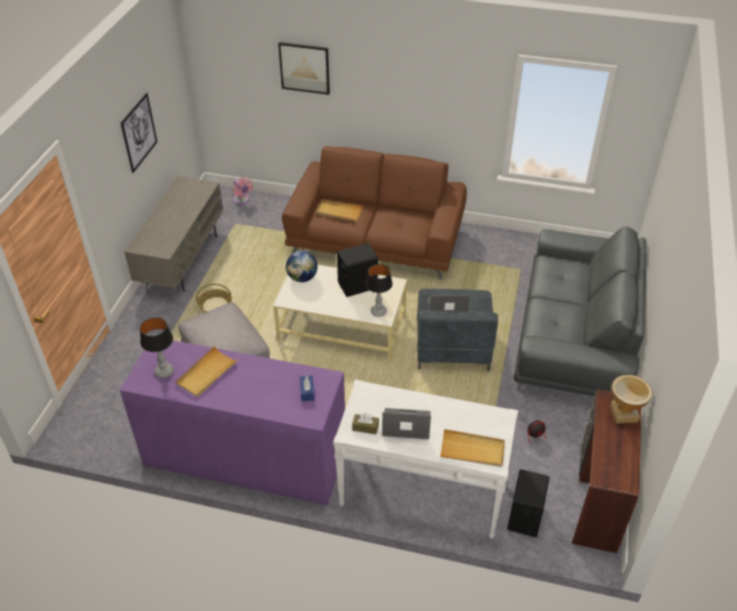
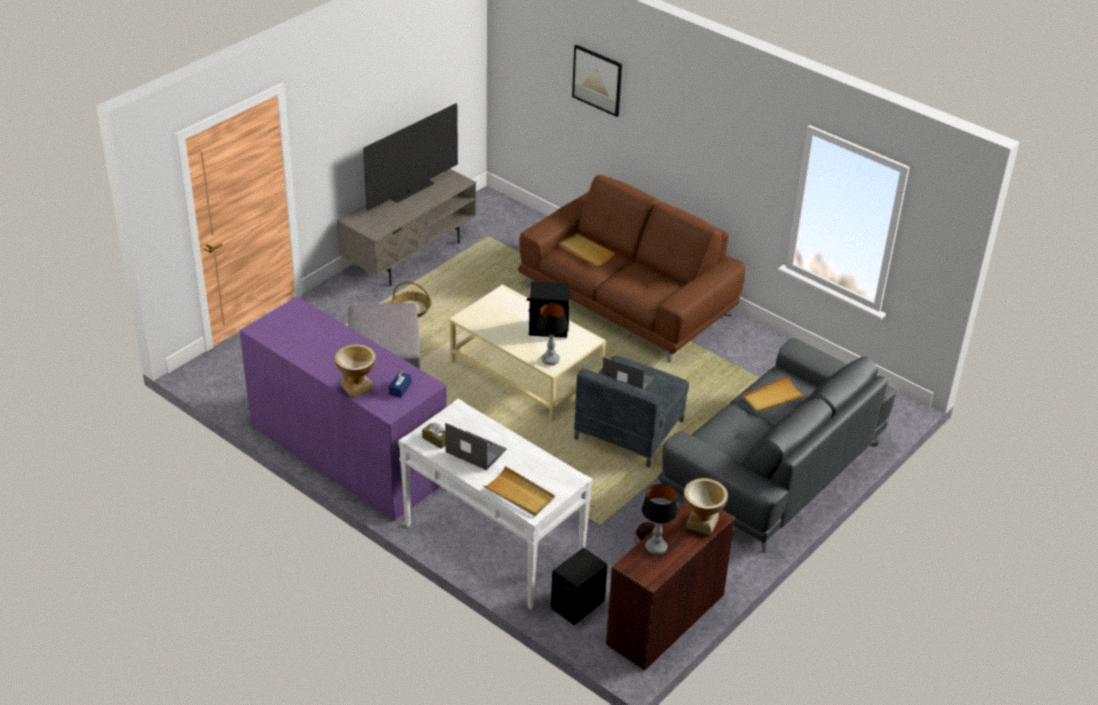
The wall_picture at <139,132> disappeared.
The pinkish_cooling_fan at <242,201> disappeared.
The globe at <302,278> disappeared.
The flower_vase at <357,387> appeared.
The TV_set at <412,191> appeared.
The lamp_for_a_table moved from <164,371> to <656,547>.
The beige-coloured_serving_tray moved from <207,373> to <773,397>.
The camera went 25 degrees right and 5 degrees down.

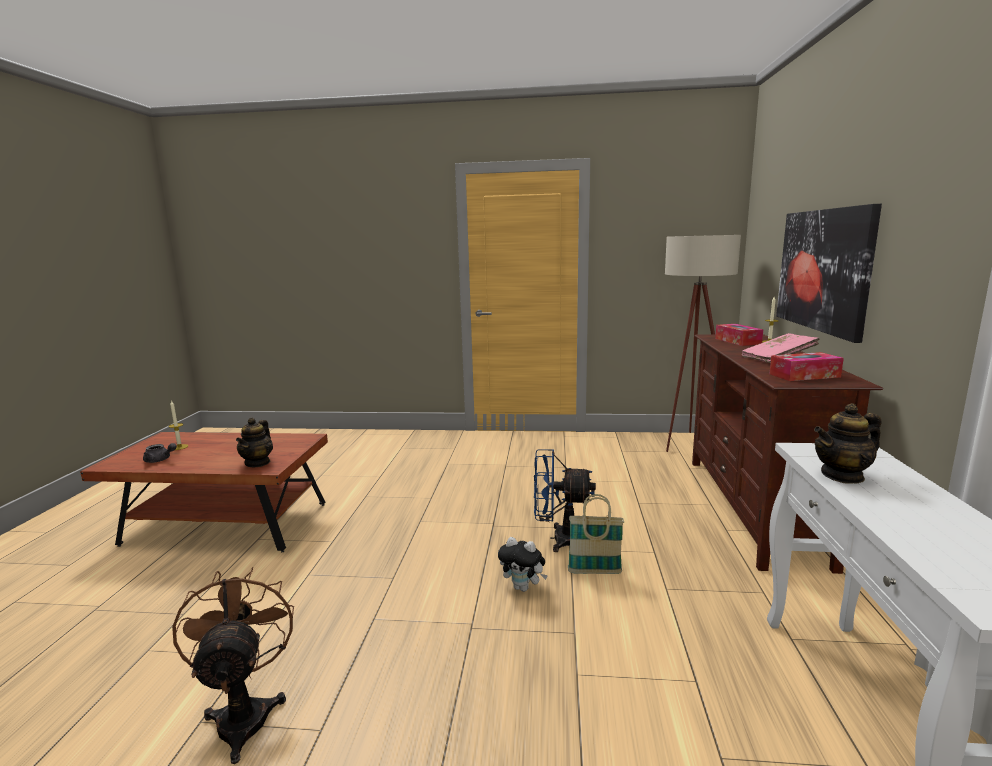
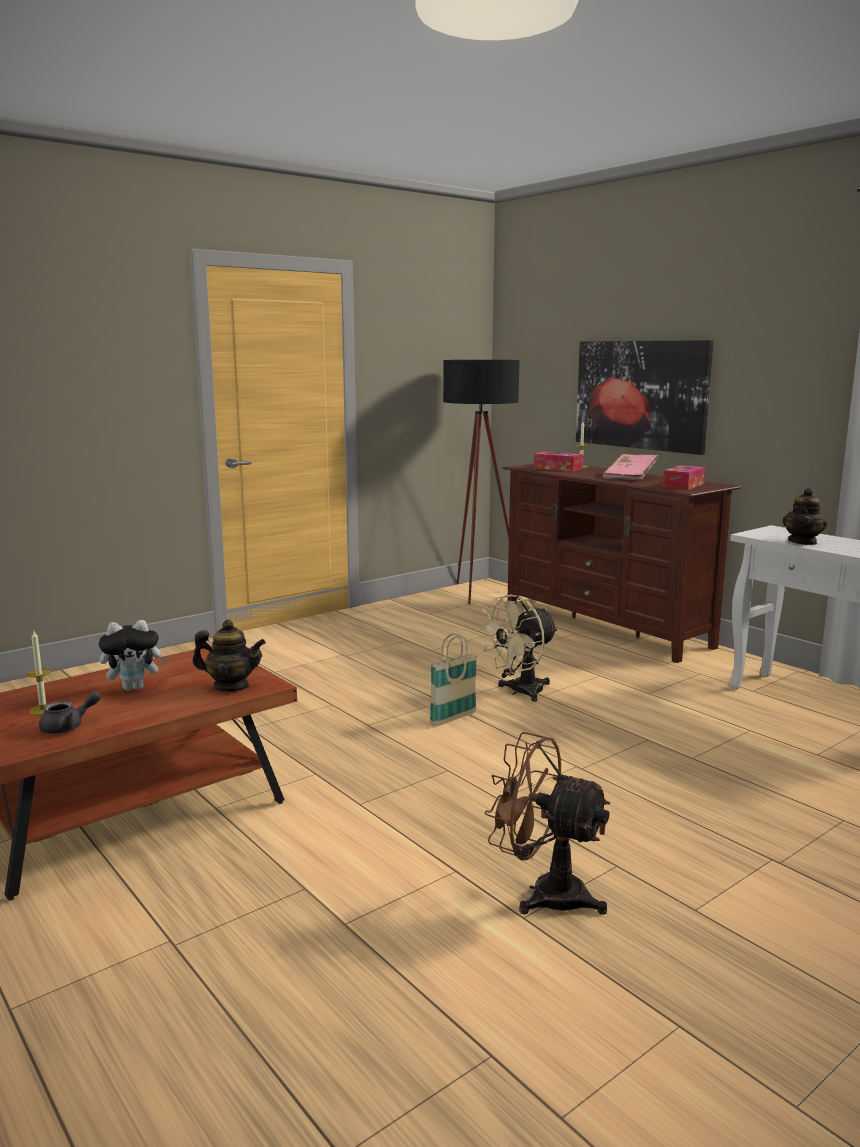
The cuddly_toy moved from <523,588> to <135,687>.
The storage_basket moved from <594,572> to <453,718>.
The blue_cooling_fan at <559,539> became the beige-coloured_cooling_fan at <520,692>.
The beige-coloured_standing_lamp at <690,446> became the blackish_standing_lamp at <478,595>.
The teapot at <258,463> turned 45 degrees counterclockwise.
The camera went 45 degrees left and 0 degrees up.

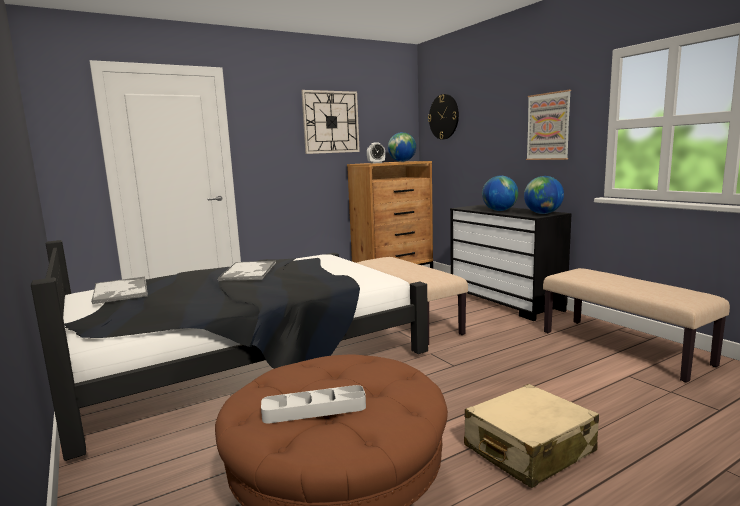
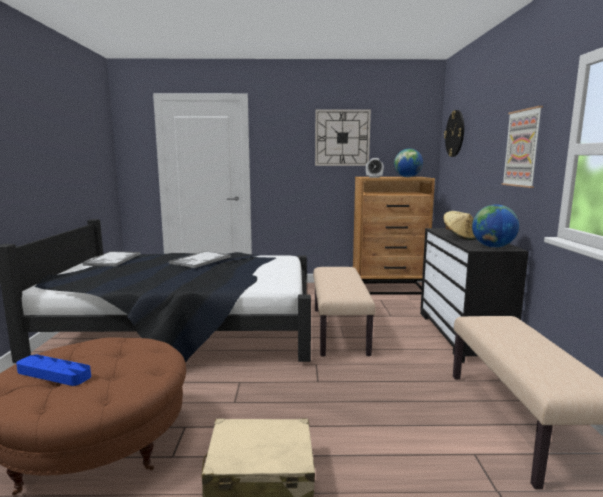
The globe at <499,211> was replaced by the beige-coloured_clothing_hat at <460,237>.
The gray_serving_tray at <314,409> became the blue_serving_tray at <54,374>.
The camera went 30 degrees right and 0 degrees up.

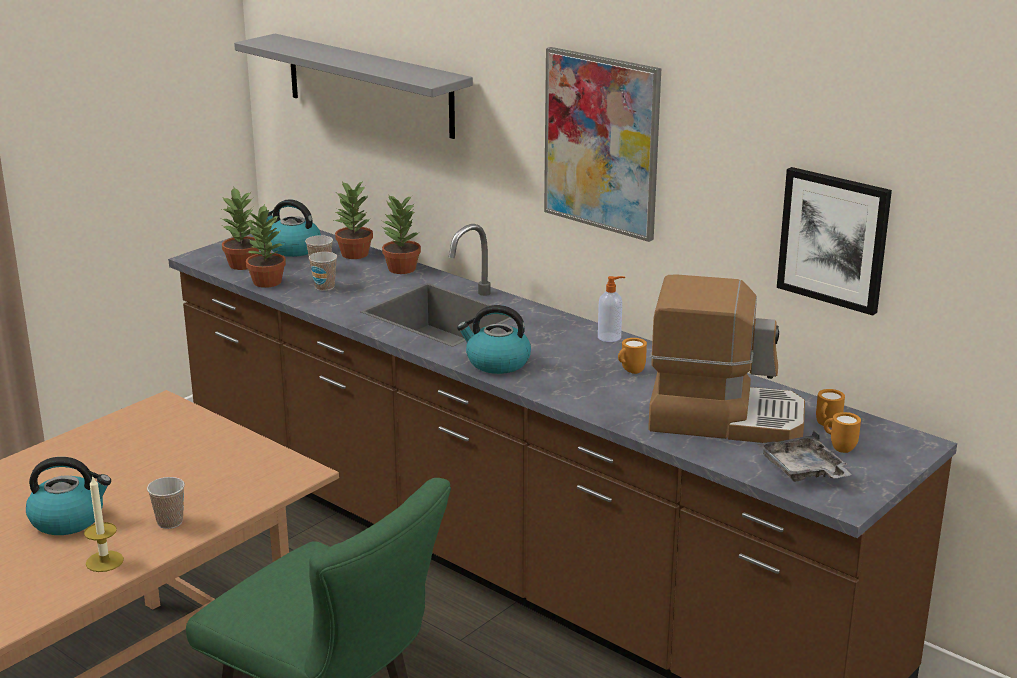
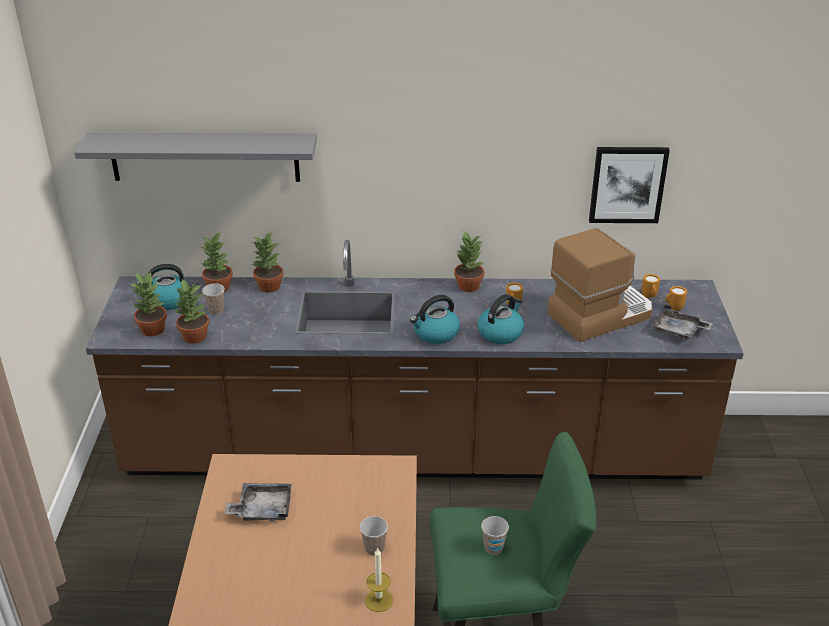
The wall_picture at <602,143> disappeared.
The gray_serving_tray at <262,509> appeared.
The tea_kettle moved from <68,519> to <500,333>.
The drinking_cup moved from <324,287> to <493,548>.
The soap_bottle at <610,337> was replaced by the houseplant at <468,286>.
The camera went 40 degrees left and 10 degrees up.

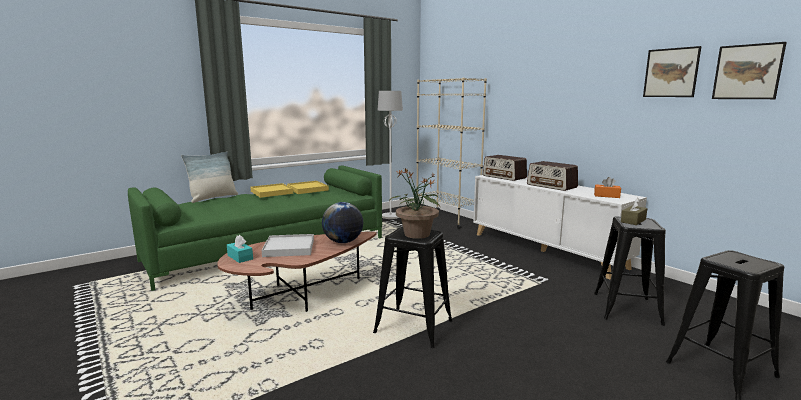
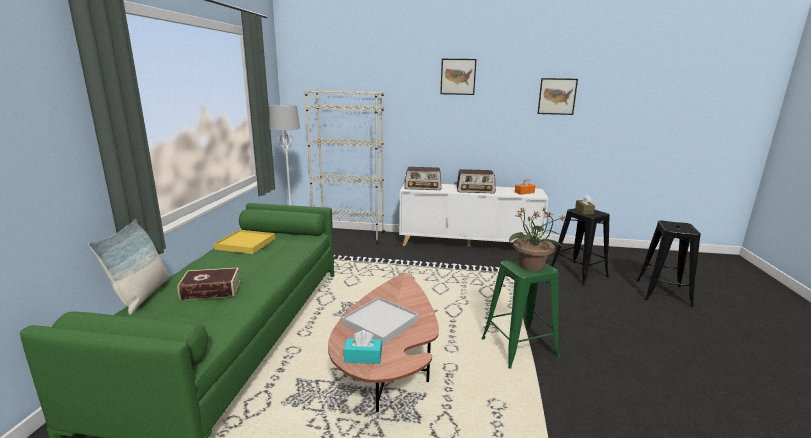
The yellow_serving_tray at <272,192> disappeared.
The globe at <343,242> disappeared.
The volume at <211,290> appeared.
The wall_picture moved from <747,72> to <458,76>.
The blackish_stool_seat at <414,327> became the green_stool_seat at <519,347>.
The camera went 45 degrees left and 5 degrees up.

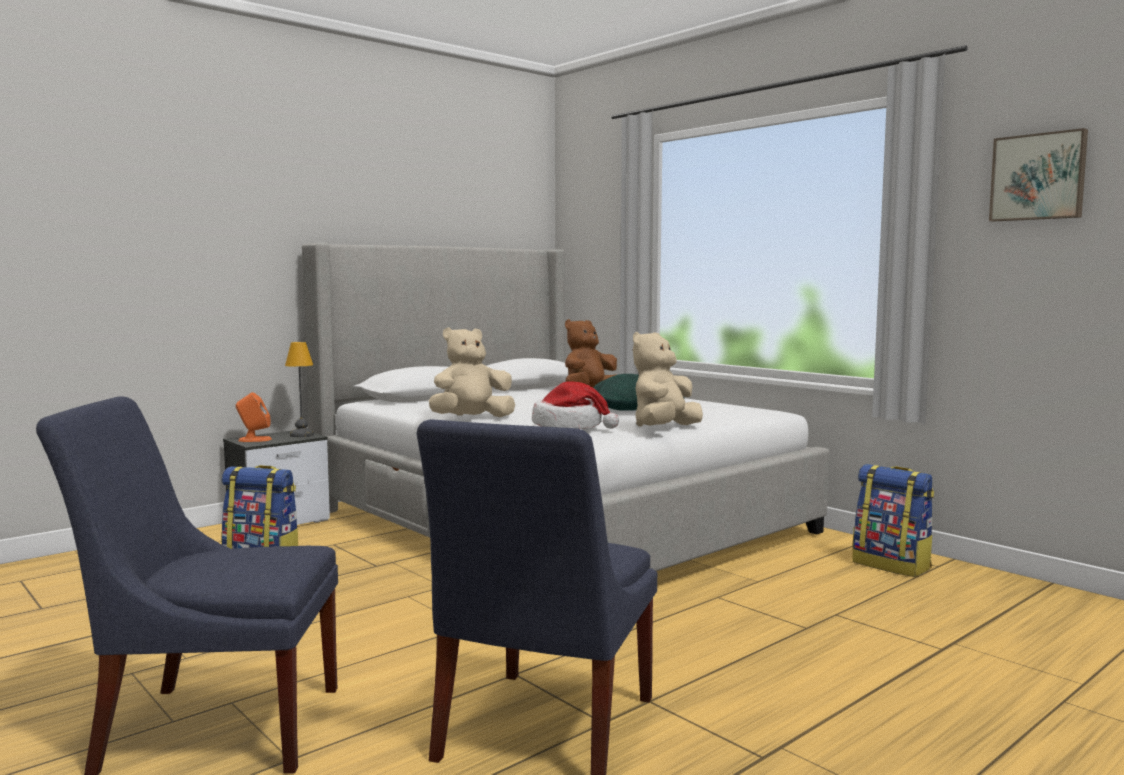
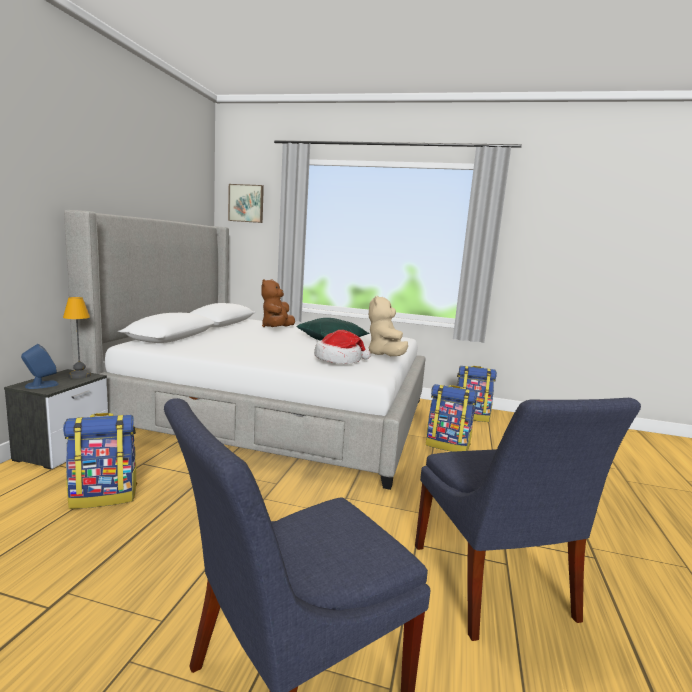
The beige-coloured_cuddly_toy at <471,419> disappeared.
The knapsack at <448,445> appeared.
The wall_picture moved from <1038,177> to <246,203>.
The orange_loudspeaker at <254,439> became the blue_loudspeaker at <41,385>.
The camera went 35 degrees left and 5 degrees up.

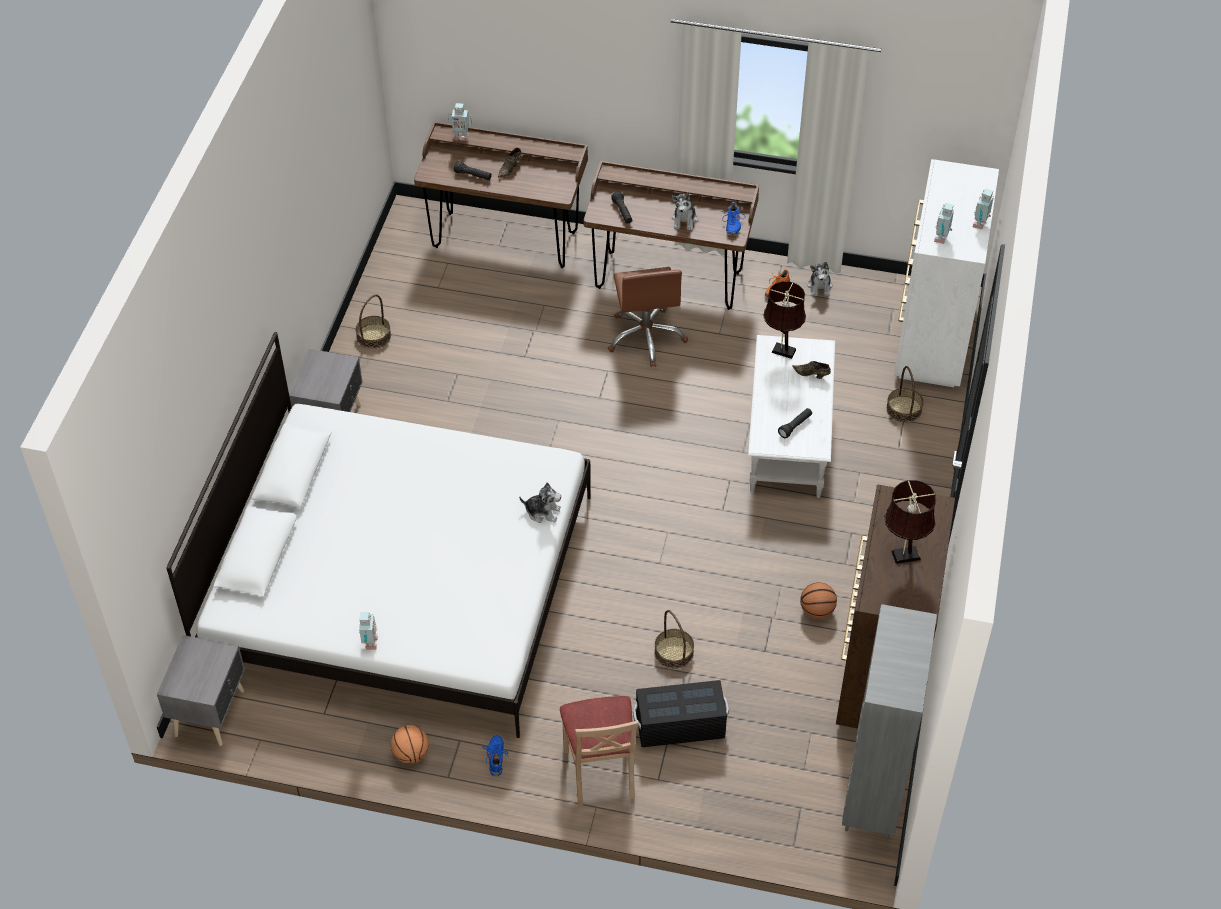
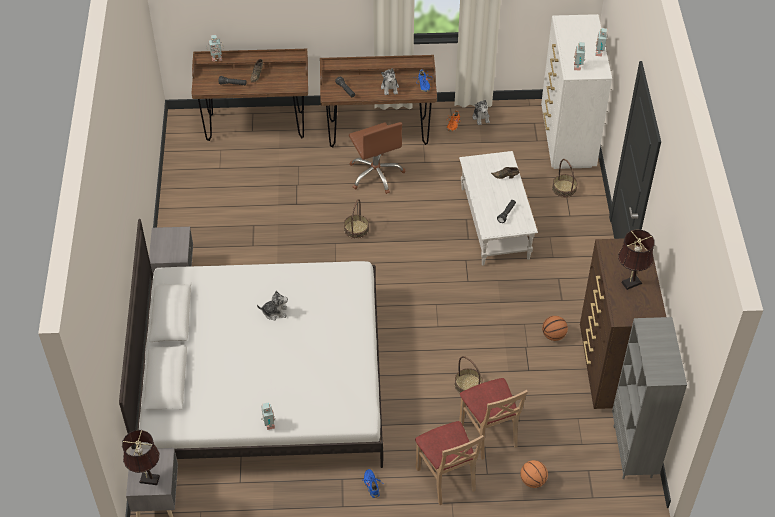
The storage_basket moved from <373,336> to <356,229>.
The ball_for_basketball moved from <411,754> to <532,481>.
The cuddly_toy moved from <542,512> to <274,312>.
The brownish_lamp_for_a_table moved from <781,350> to <147,479>.
The blackish_storage_box at <679,726> was replaced by the beige-coloured_plain_chair at <489,434>.
The camera went 15 degrees left and 0 degrees up.

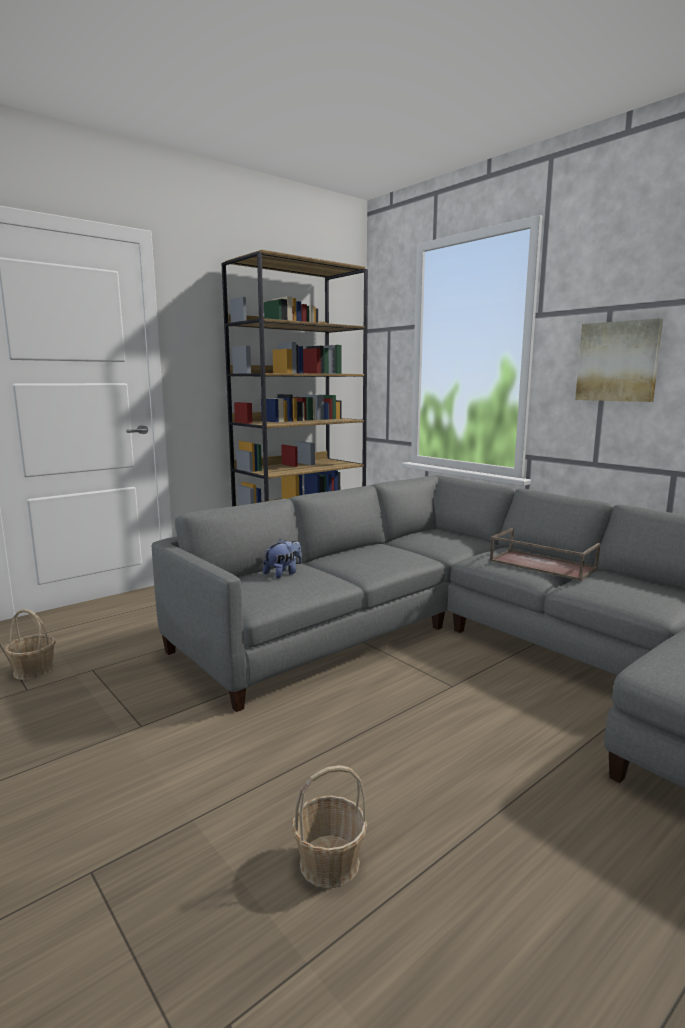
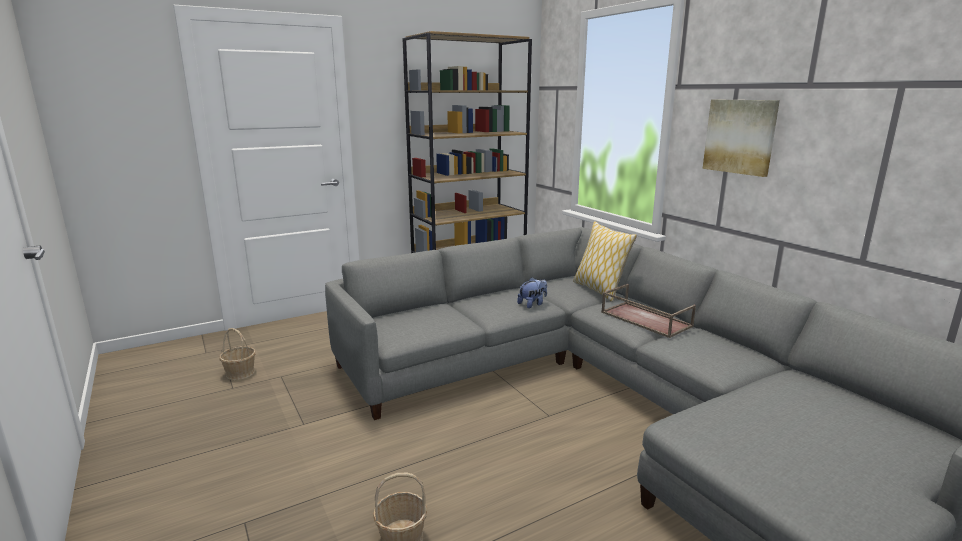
The cushion at <599,290> appeared.
The cuddly_toy moved from <283,573> to <532,304>.
The camera went 10 degrees right and 5 degrees up.

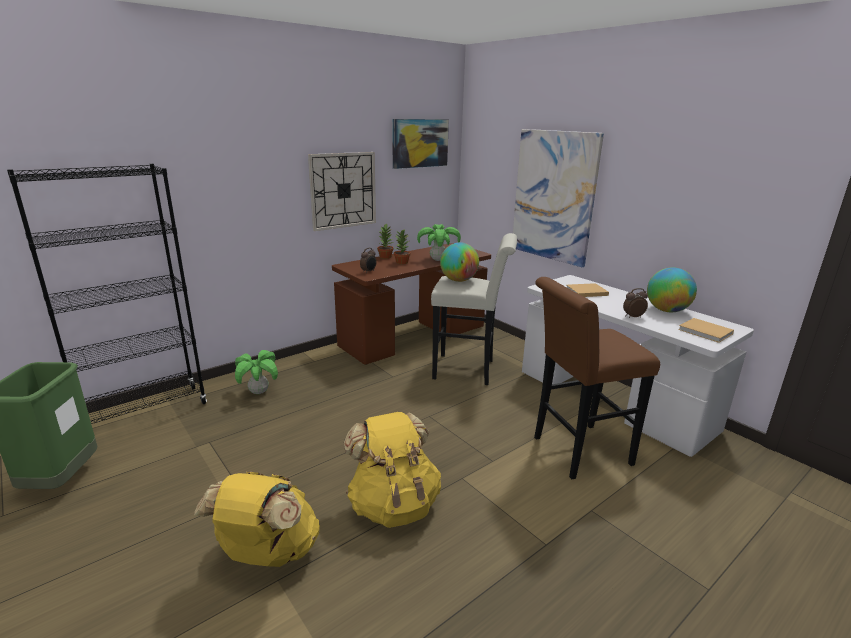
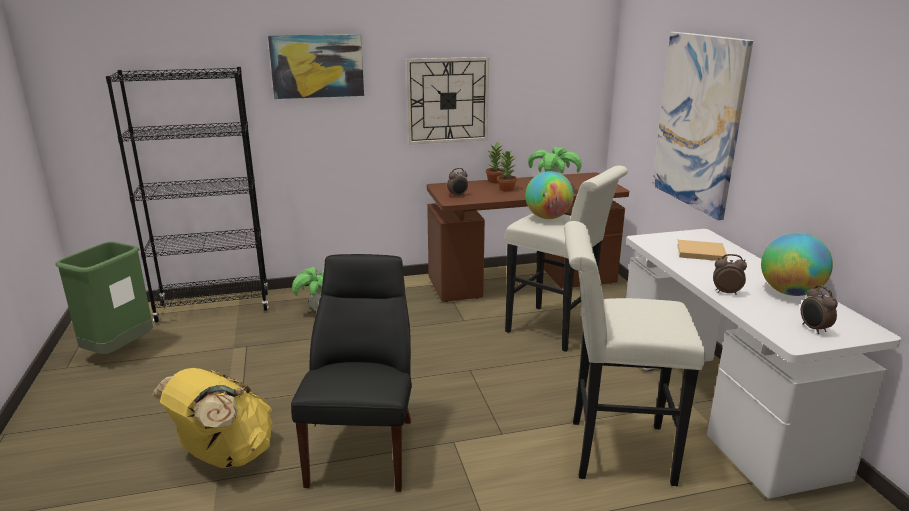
The wall_picture moved from <420,143> to <317,66>.
The yellow_knapsack at <393,505> was replaced by the blackish_plain_chair at <364,447>.
The beige-coloured_volume at <706,332> was replaced by the alarm_clock at <813,329>.
The brownish_stool_seat at <575,452> became the whitish_stool_seat at <611,450>.
The camera went 25 degrees right and 0 degrees up.

